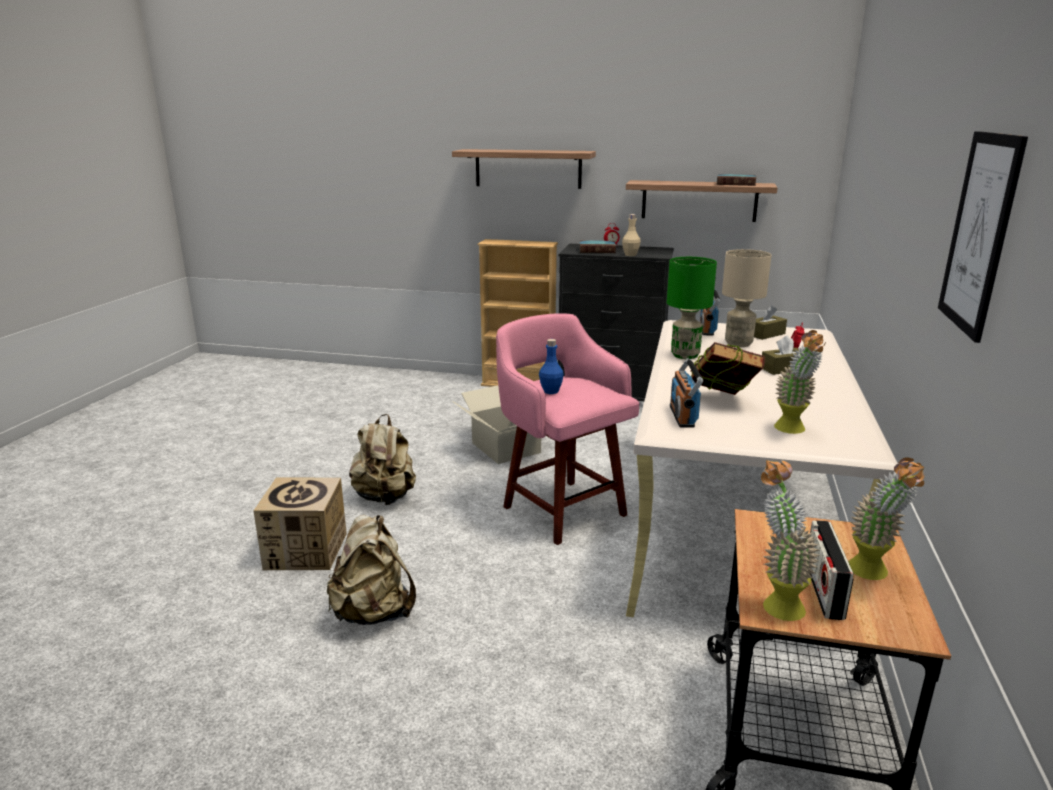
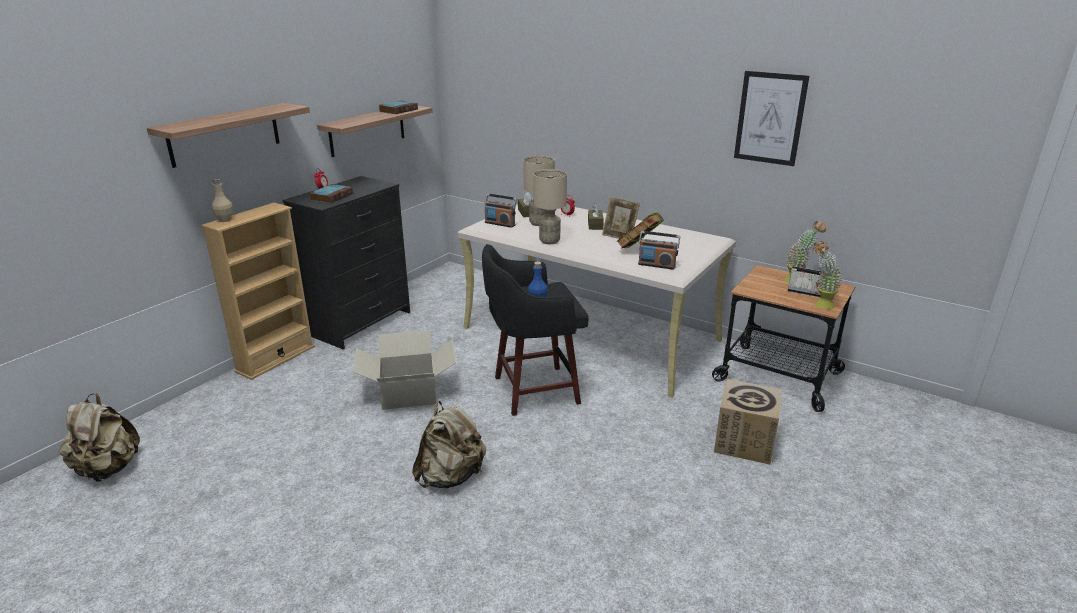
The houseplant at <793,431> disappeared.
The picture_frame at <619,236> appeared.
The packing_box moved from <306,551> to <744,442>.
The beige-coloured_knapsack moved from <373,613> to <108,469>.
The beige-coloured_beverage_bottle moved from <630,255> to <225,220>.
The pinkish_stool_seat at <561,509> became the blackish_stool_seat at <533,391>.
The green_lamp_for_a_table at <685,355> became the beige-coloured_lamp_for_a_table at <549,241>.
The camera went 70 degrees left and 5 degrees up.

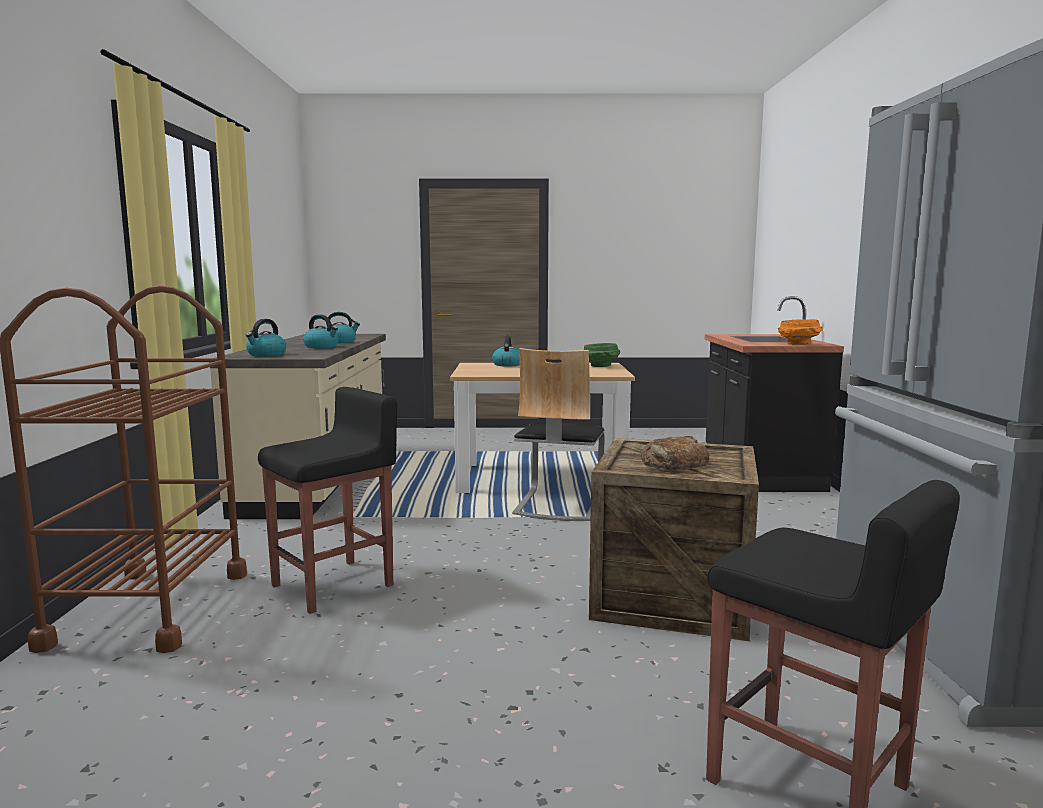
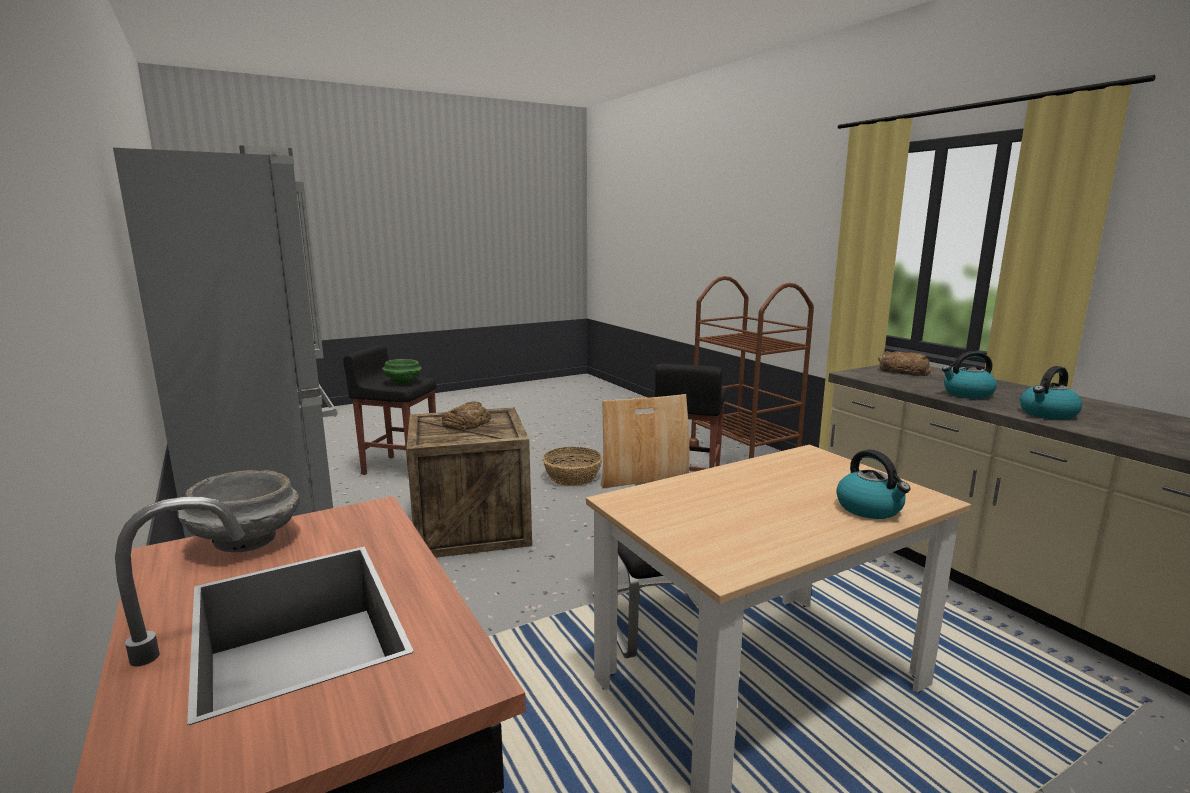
The storage_basket at <572,477> appeared.
The green_deep_dish moved from <601,366> to <402,383>.
The tea_kettle at <266,355> was replaced by the bakery_bread at <903,370>.
The orange_deep_dish at <799,344> became the gray_deep_dish at <245,541>.
The camera went 150 degrees right and 5 degrees up.

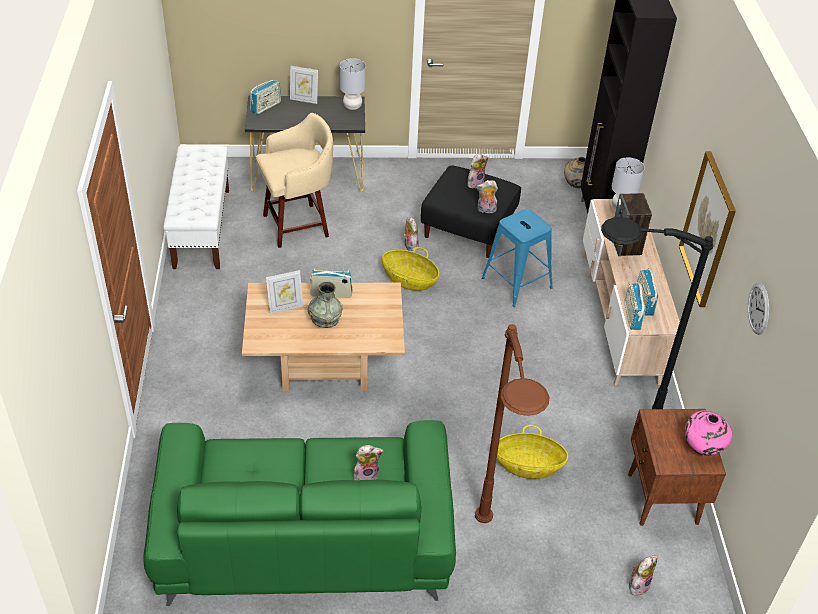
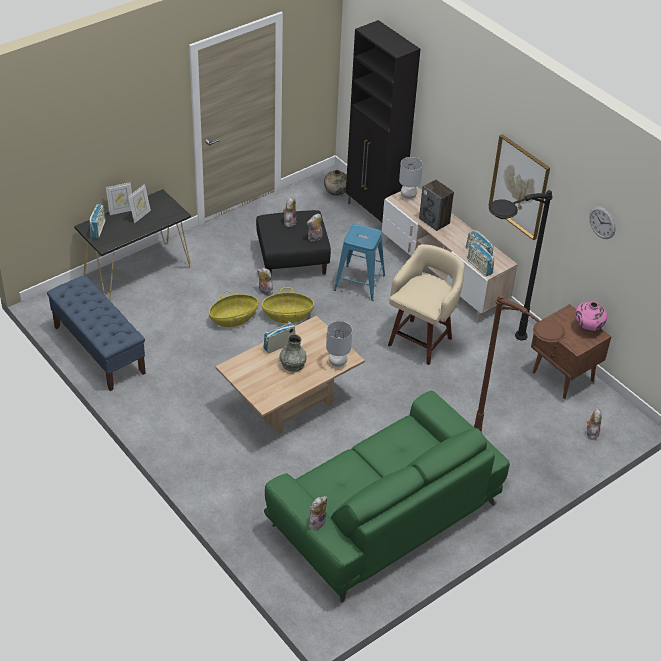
The beige-coloured_stool_seat moved from <298,225> to <421,340>.
The picture_frame moved from <285,307> to <140,216>.
The gray_lamp_for_a_table moved from <352,106> to <338,362>.
The cuddly_toy moved from <366,475> to <316,522>.
The storage_basket moved from <528,465> to <234,318>.
The whitish_indoor_bench at <201,228> became the blue_indoor_bench at <99,350>.
The camera went 35 degrees left and 0 degrees up.

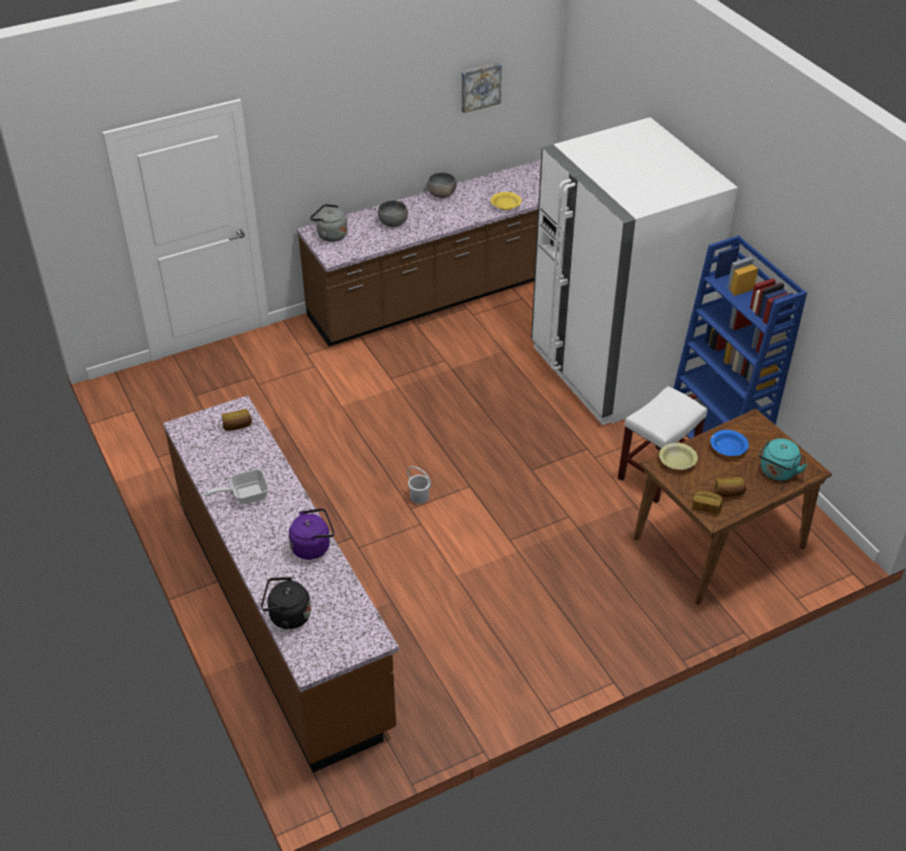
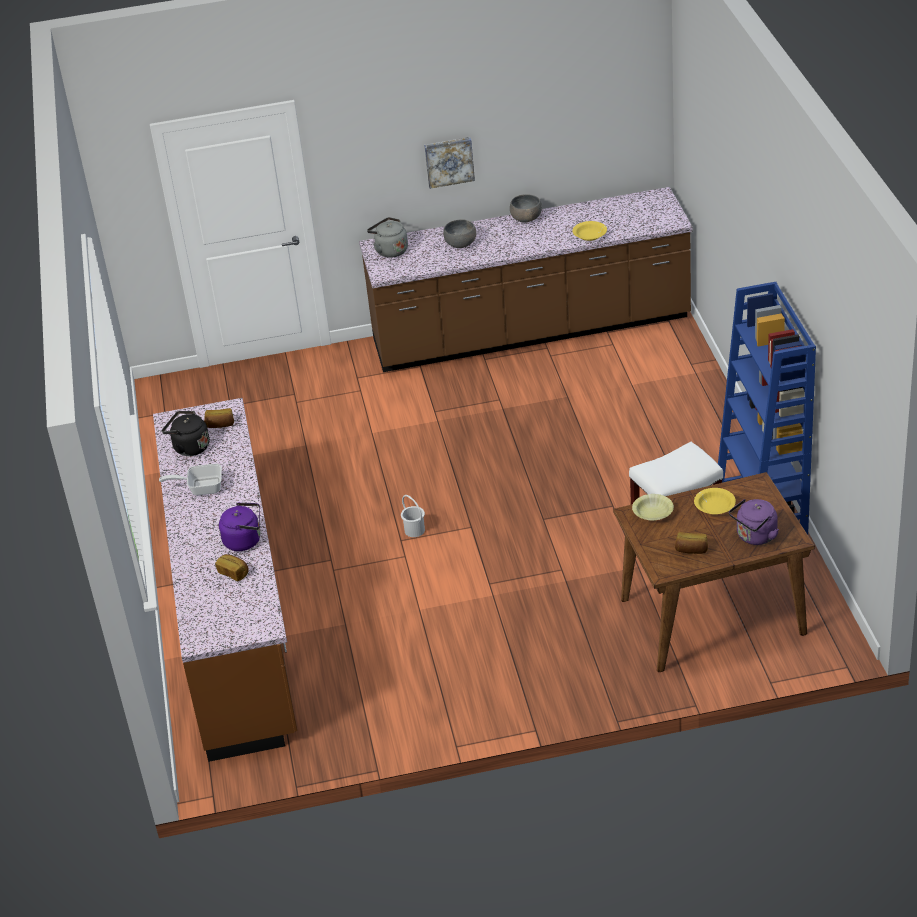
The whitish_fridge at <614,369> disappeared.
The blackish_tea_kettle moved from <287,616> to <189,447>.
The wall_picture moved from <480,86> to <449,161>.
The bakery_bread moved from <706,507> to <233,573>.
The blue_deep_dish at <728,447> became the yellow_deep_dish at <714,506>.
The turquoise_tea_kettle at <777,472> became the purple-coloured_tea_kettle at <755,537>.
The camera went 20 degrees right and 5 degrees down.

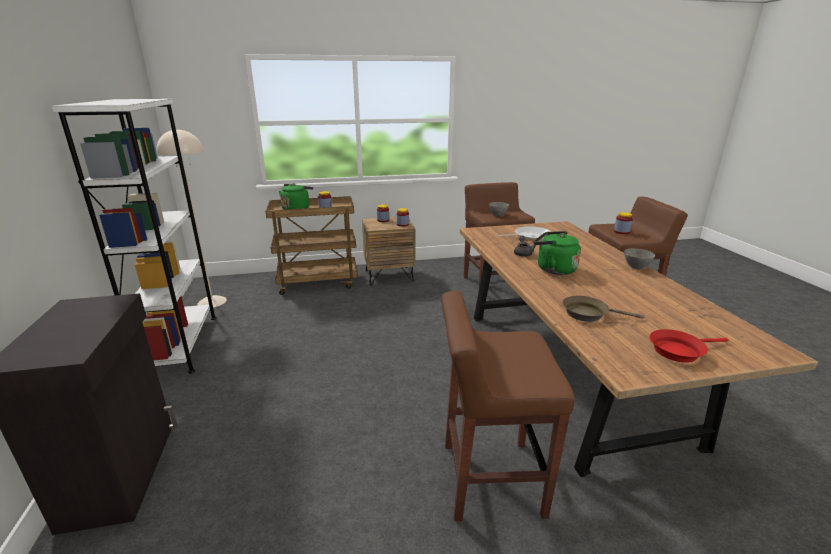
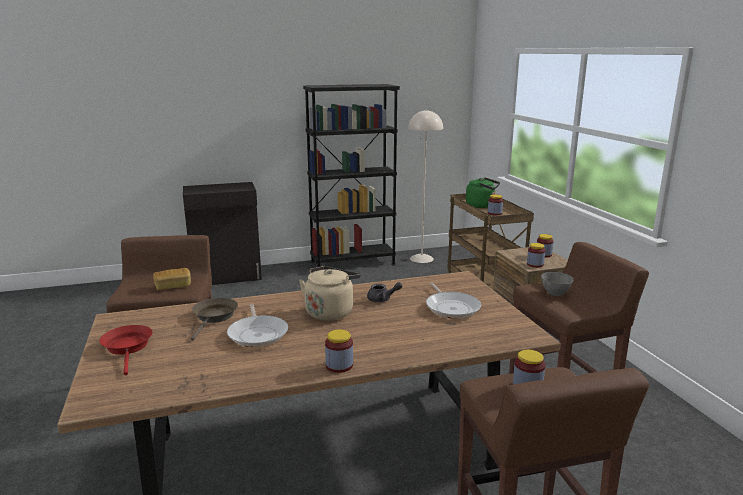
The bakery_bread at <173,286> appeared.
The frying_pan at <258,333> appeared.
The gray_deep_dish at <636,267> was replaced by the preserve_jar at <339,365>.
The whitish_bookshelf at <181,344> became the blackish_bookshelf at <352,263>.
The green_tea_kettle at <553,269> became the beige-coloured_tea_kettle at <330,312>.
The camera went 85 degrees right and 5 degrees down.

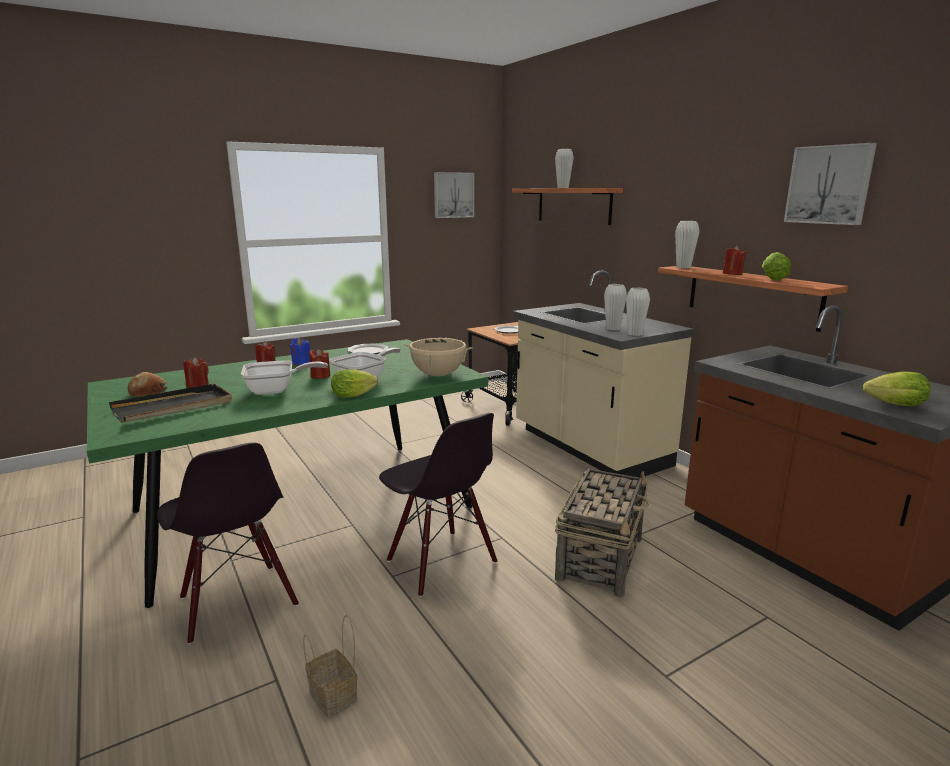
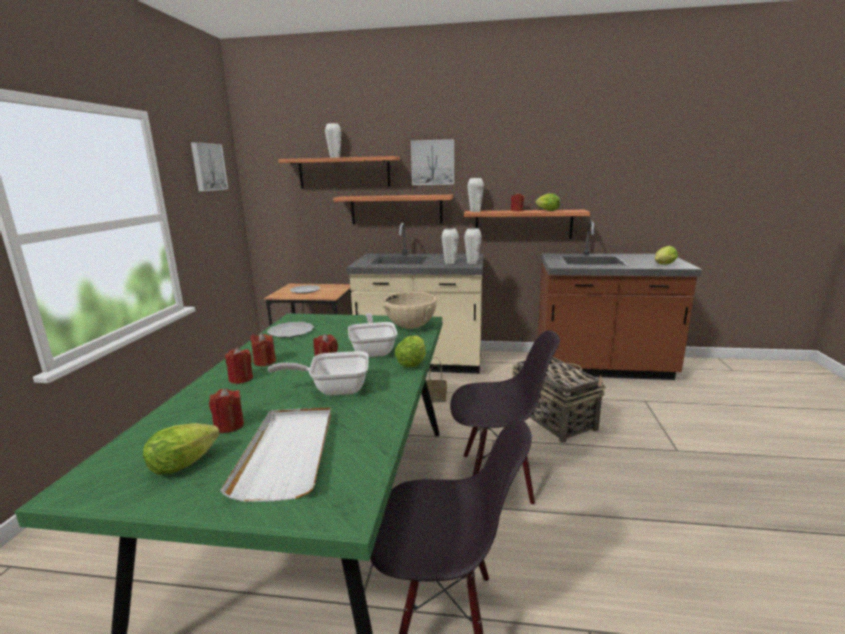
The wall_shelf at <396,209> appeared.
The storage_basket moved from <334,696> to <436,398>.
The wall_picture moved from <829,185> to <433,162>.
The bakery_bread at <148,392> was replaced by the head_of_lettuce at <187,463>.
The blackish_serving_tray at <173,407> became the whitish_serving_tray at <288,453>.
The blue_candle at <301,363> became the red_candle at <265,362>.
The frying_pan at <276,390> turned 120 degrees counterclockwise.
The camera went 50 degrees left and 0 degrees up.

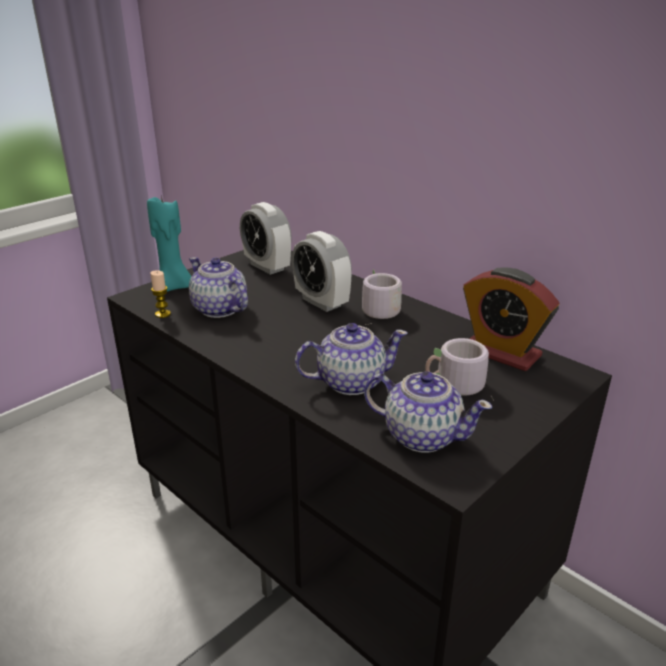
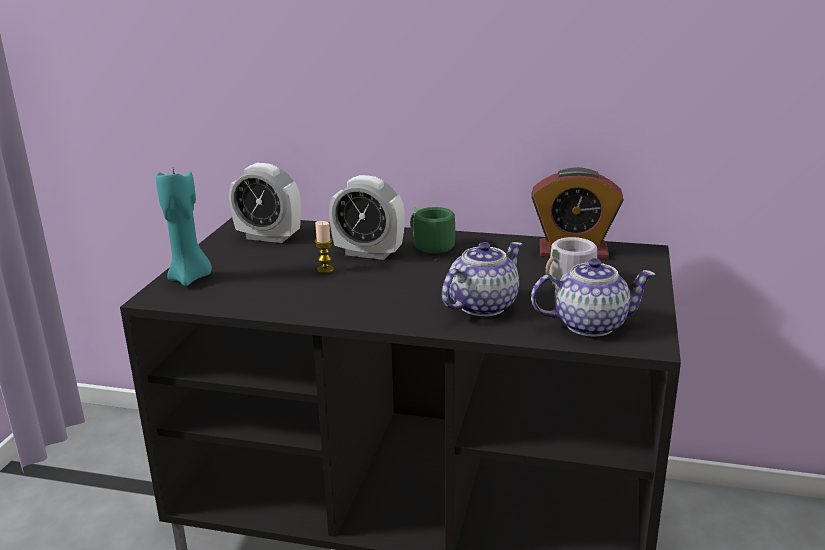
The teapot at <219,309> disappeared.
The candle moved from <163,314> to <325,269>.
The gray_tea_mug at <377,310> became the green_tea_mug at <429,246>.
The camera went 30 degrees left and 5 degrees down.

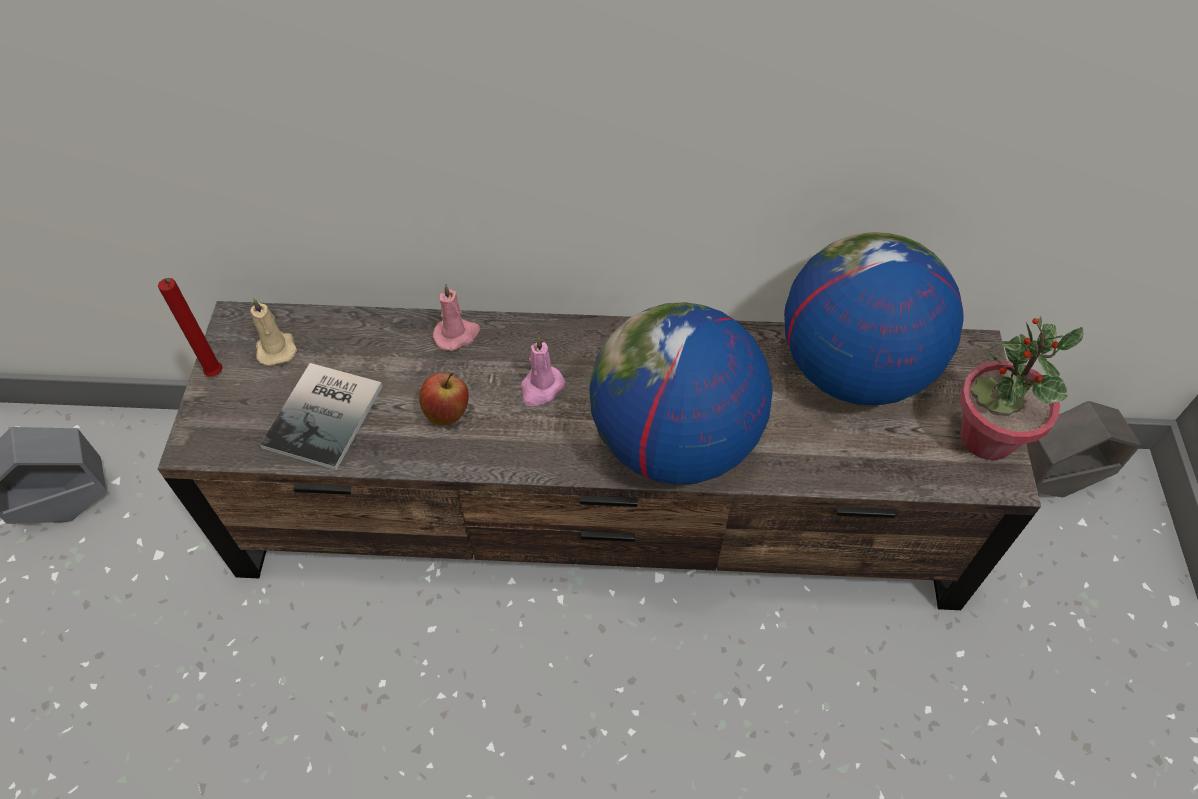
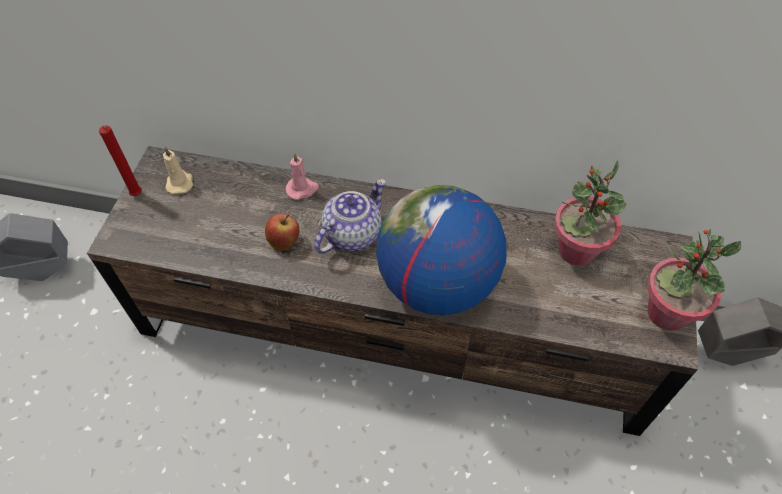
The volume at <328,415> disappeared.
The pinkish_candle at <541,388> was replaced by the teapot at <352,233>.
The globe at <852,370> was replaced by the houseplant at <576,250>.
The camera went 10 degrees right and 0 degrees up.

